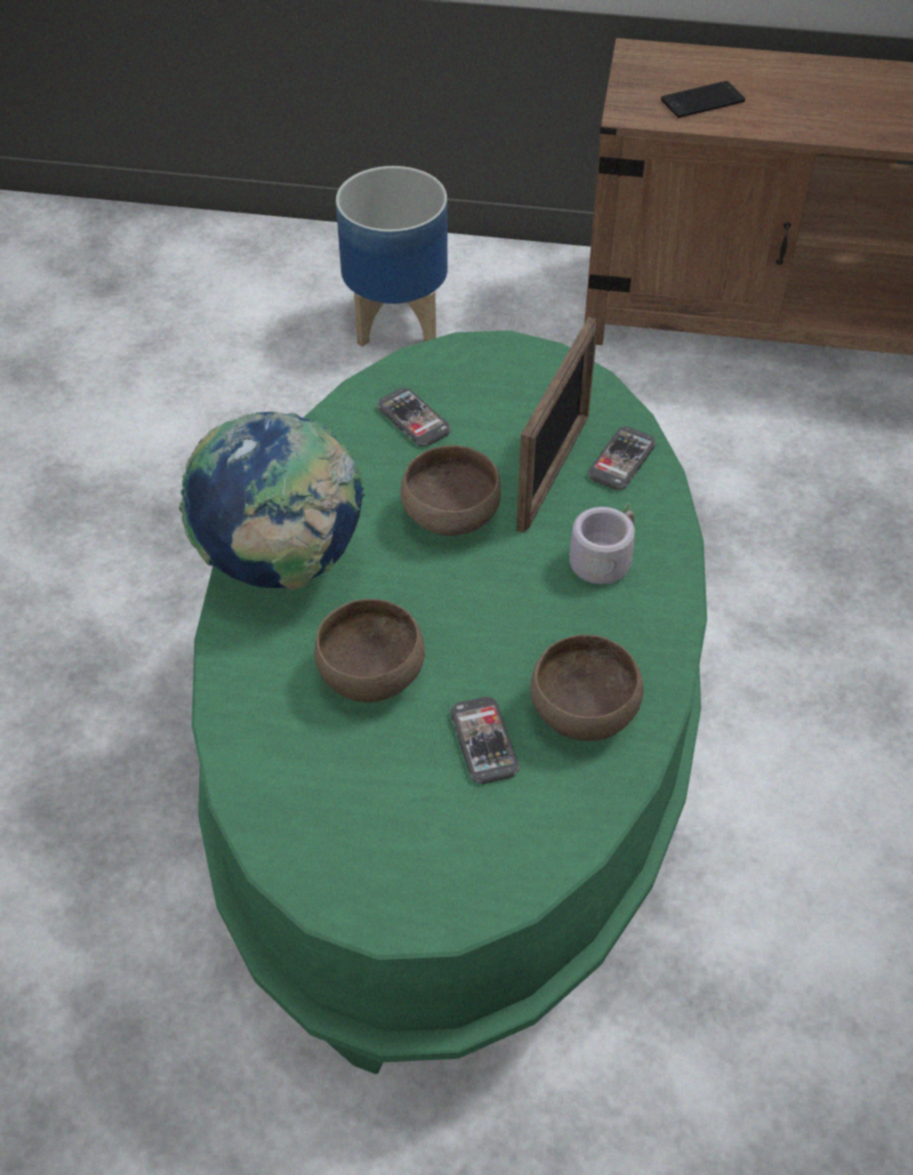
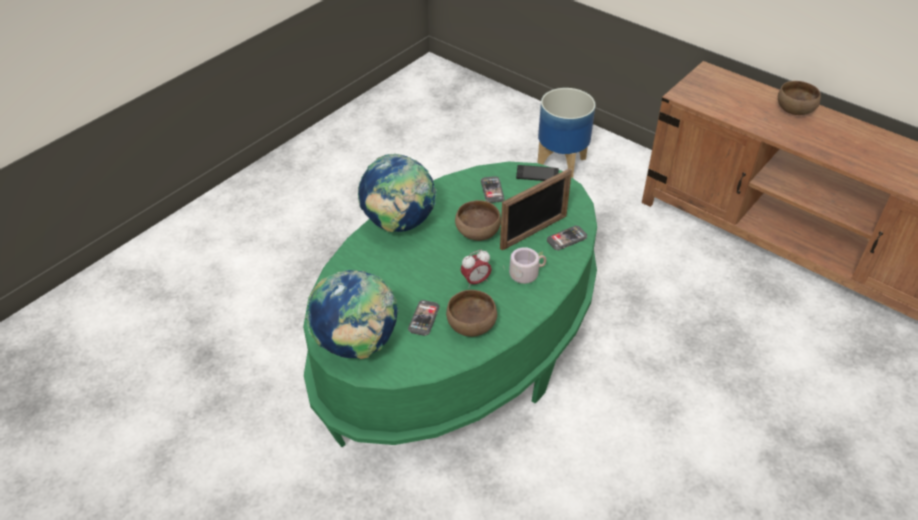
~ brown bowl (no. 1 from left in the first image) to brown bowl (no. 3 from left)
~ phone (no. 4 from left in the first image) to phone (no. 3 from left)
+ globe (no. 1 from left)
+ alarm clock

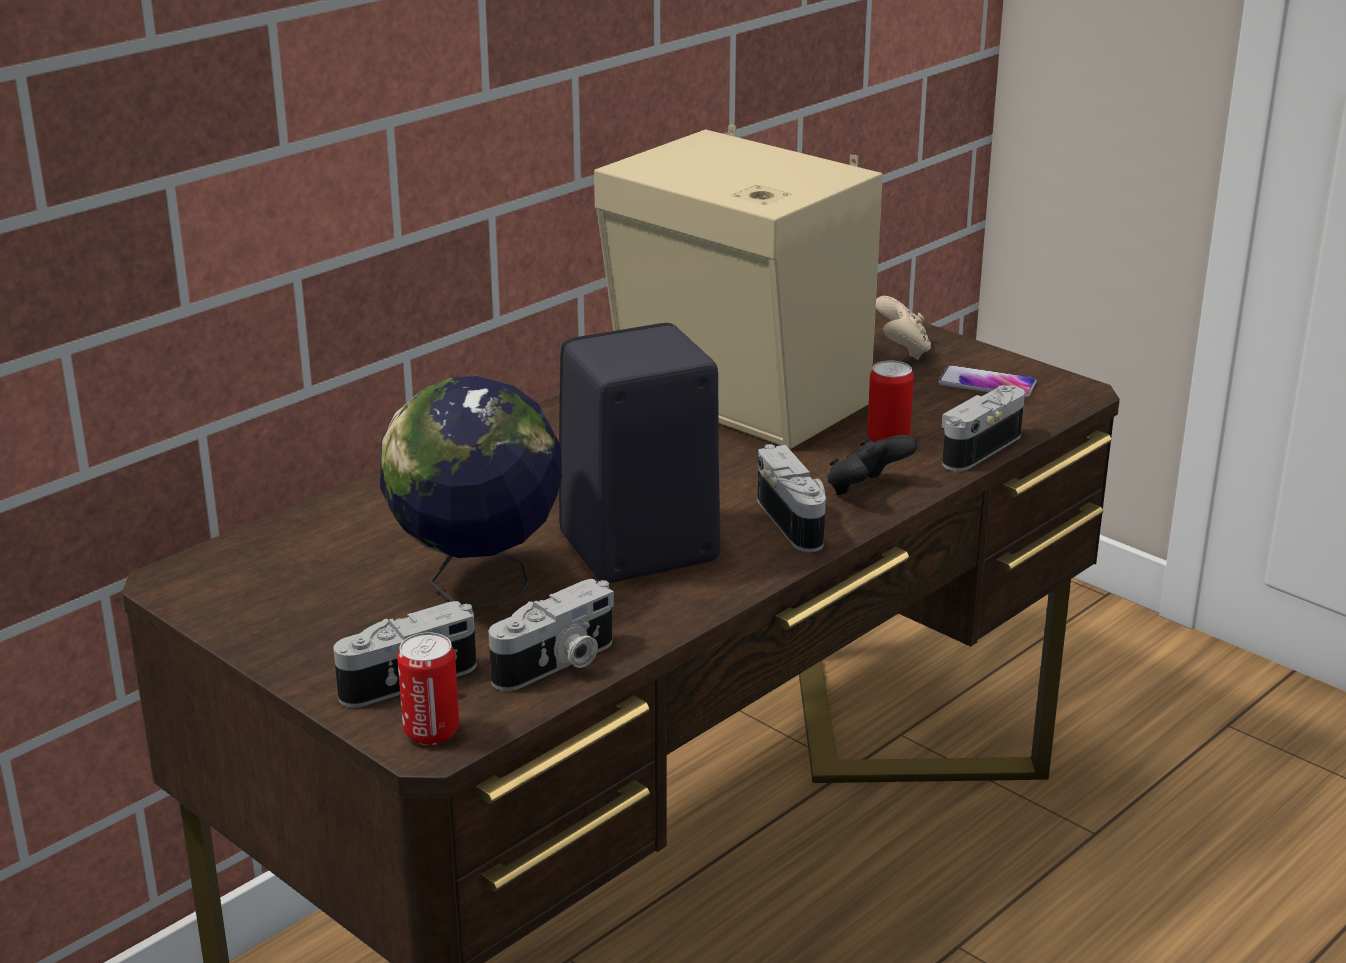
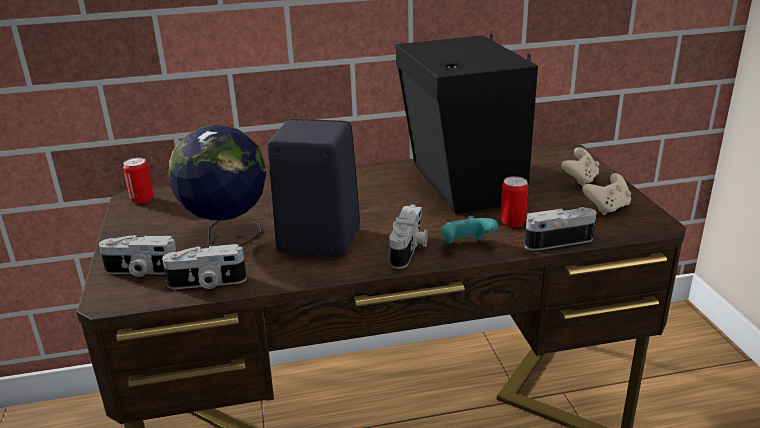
~ can (no. 1 from left)
~ beige speaker to black speaker (no. 2 from left)
~ black game controller to turquoise game controller
~ phone to beige game controller (no. 2 from left)

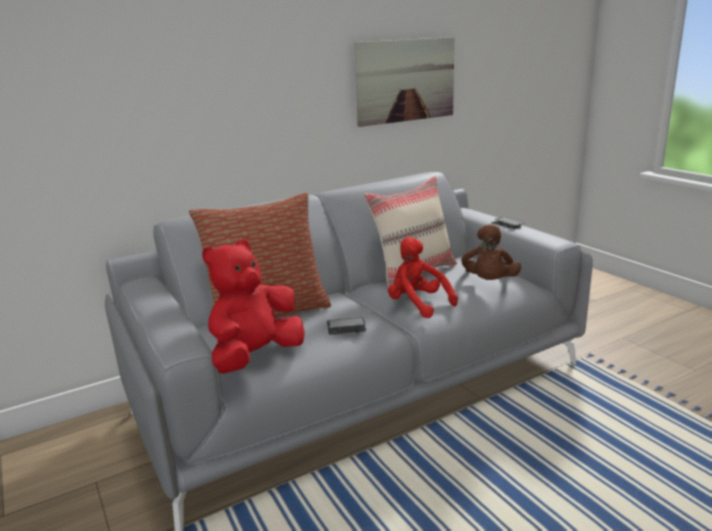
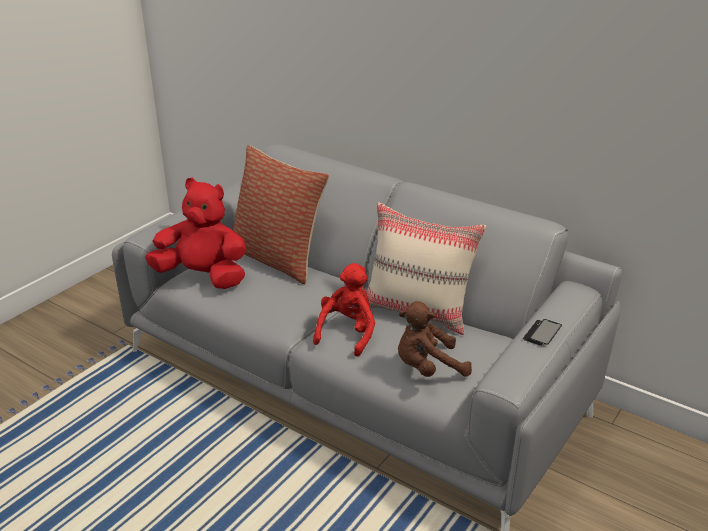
- phone (no. 1 from left)
- picture

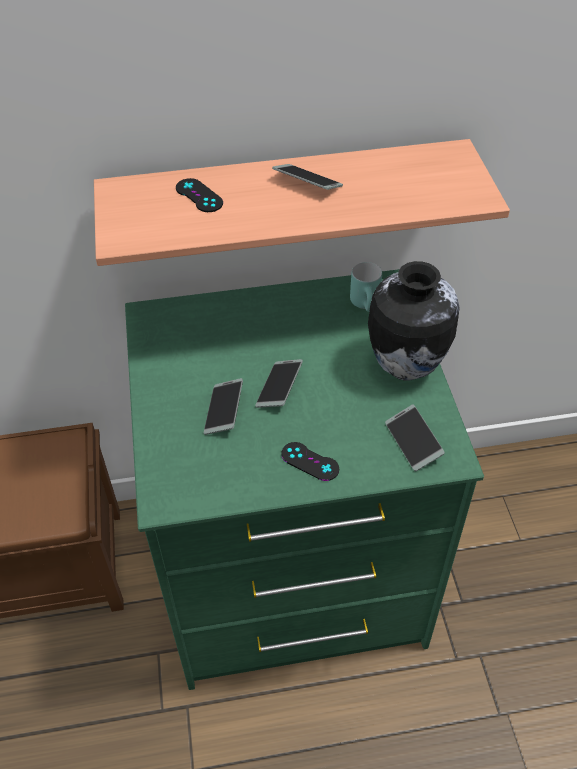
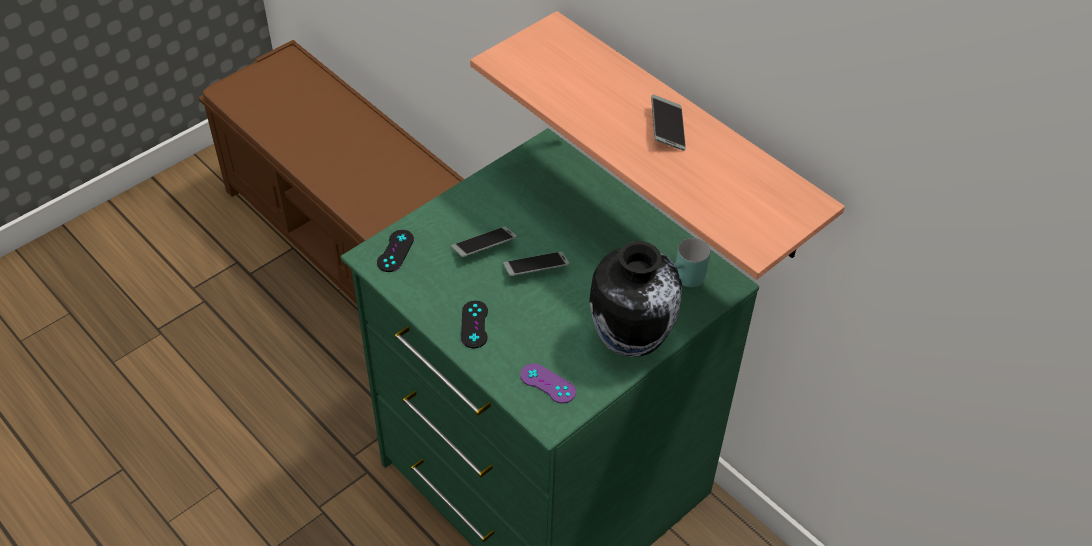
~ black game controller (no. 1 from left)
~ phone (no. 4 from left) to purple game controller

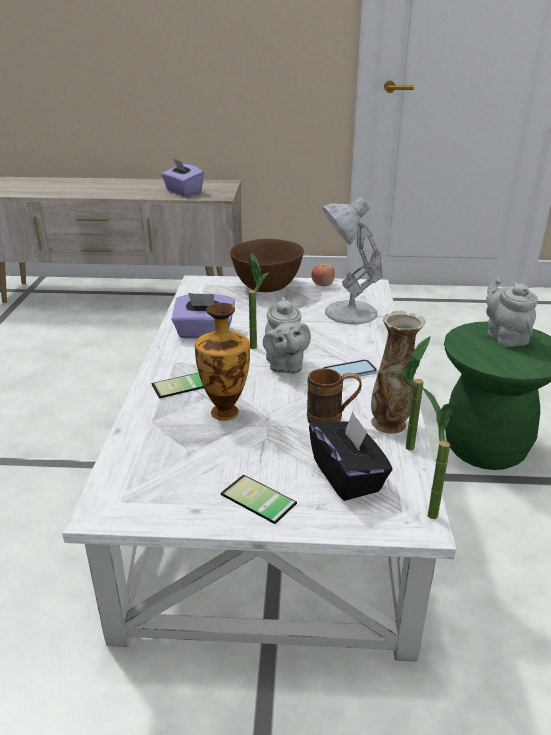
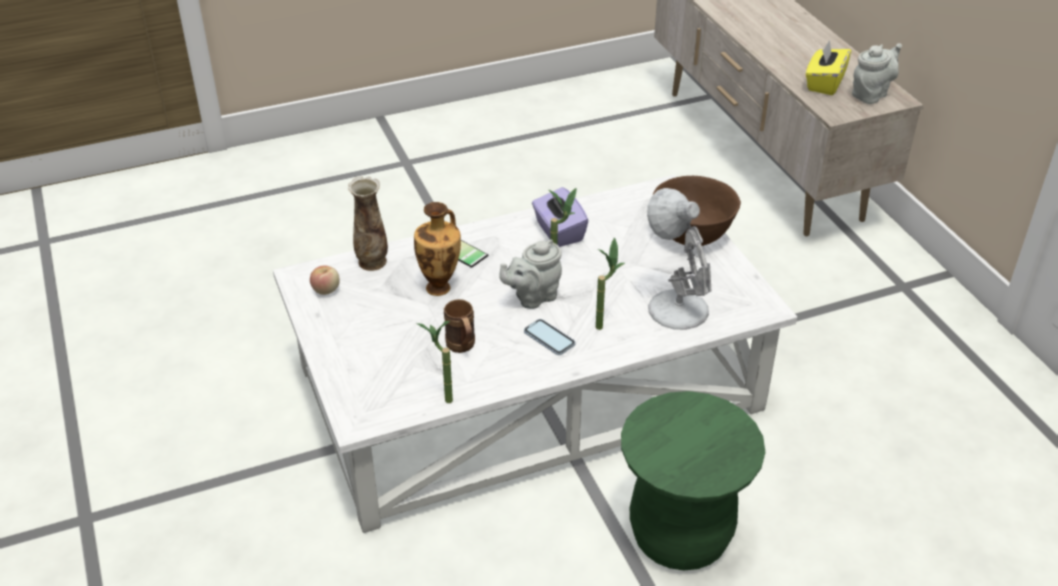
~ purple tissue box (no. 1 from left) to yellow tissue box
- phone (no. 2 from left)
- black tissue box
~ apple
~ vase (no. 2 from left in the first image) to vase (no. 1 from left)
~ potted plant (no. 3 from left)
~ grey teapot (no. 2 from left)

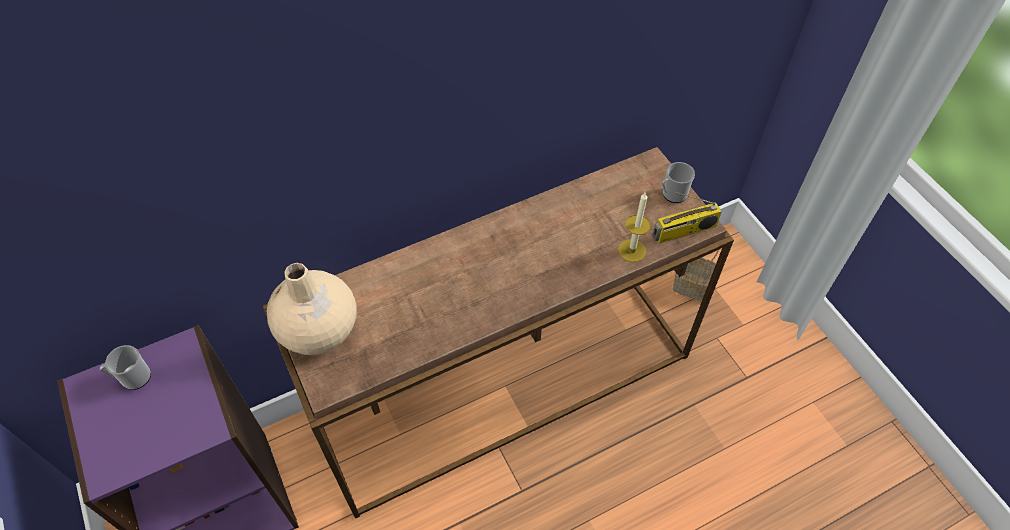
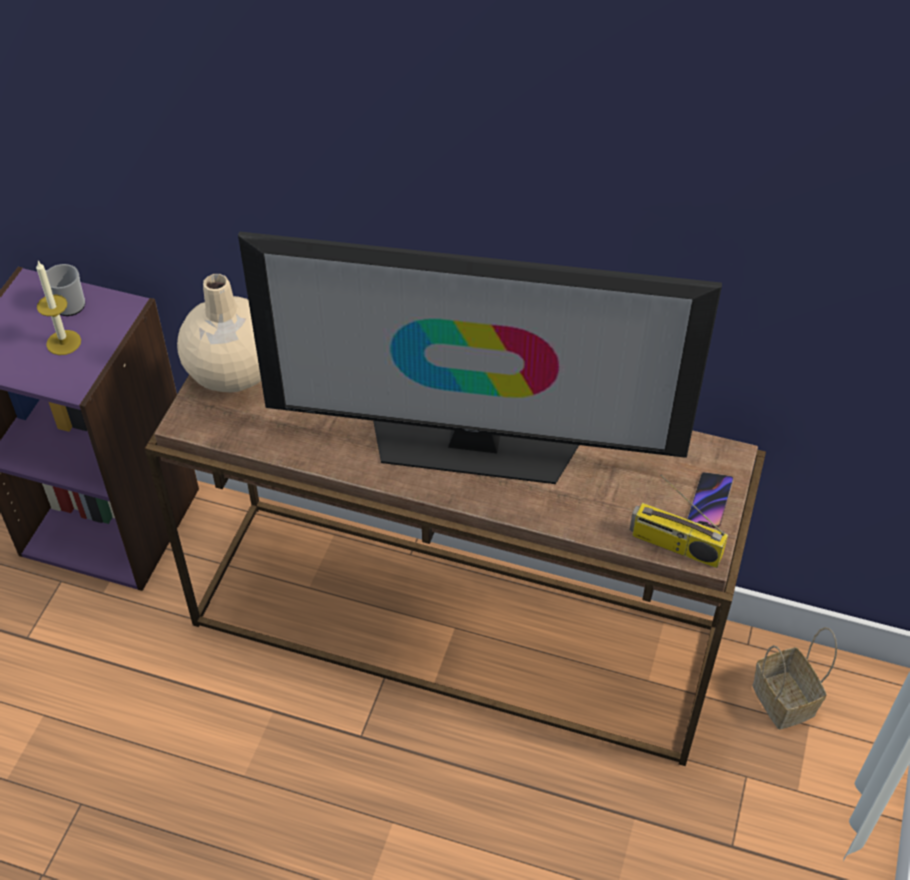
~ candle
~ mug (no. 2 from left) to phone
+ television

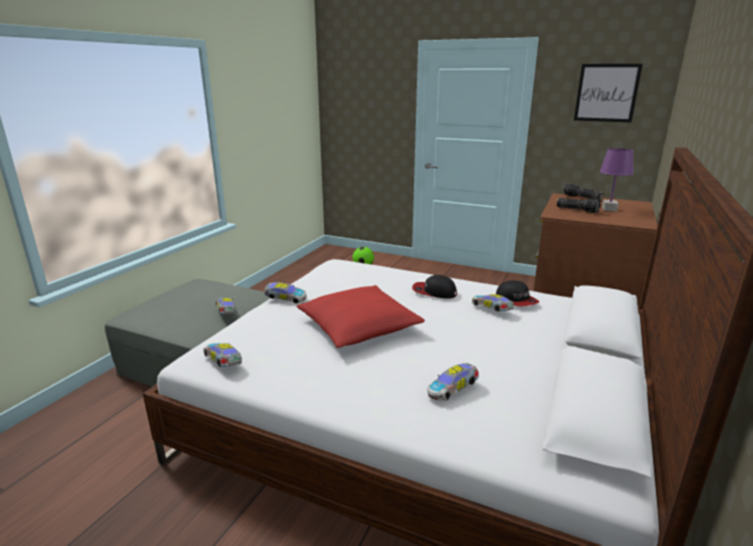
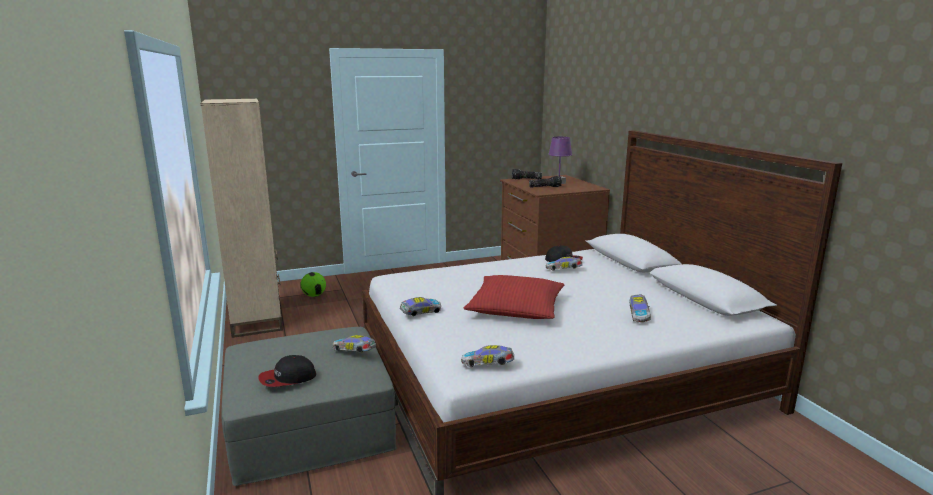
~ cap (no. 1 from left)
- picture
+ beige bookcase

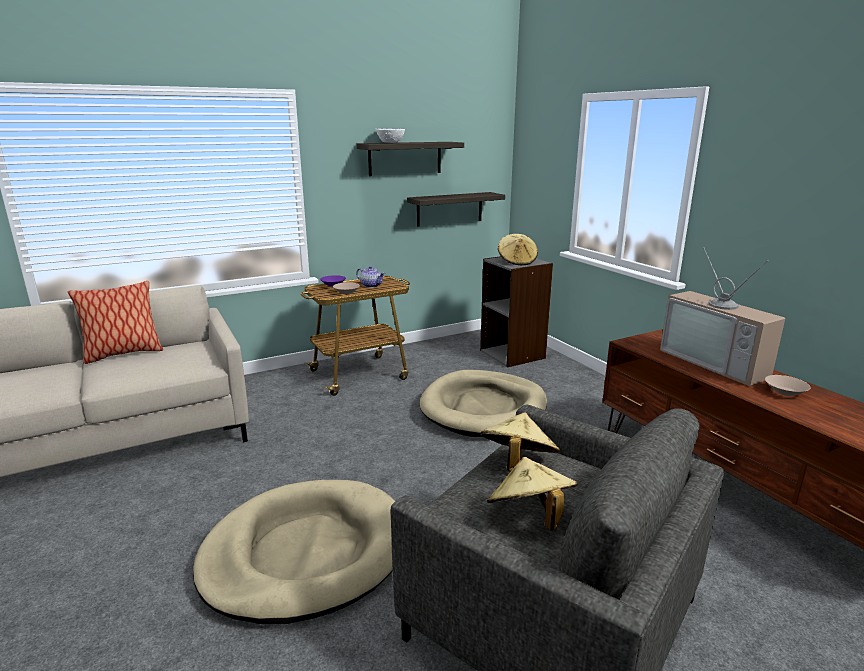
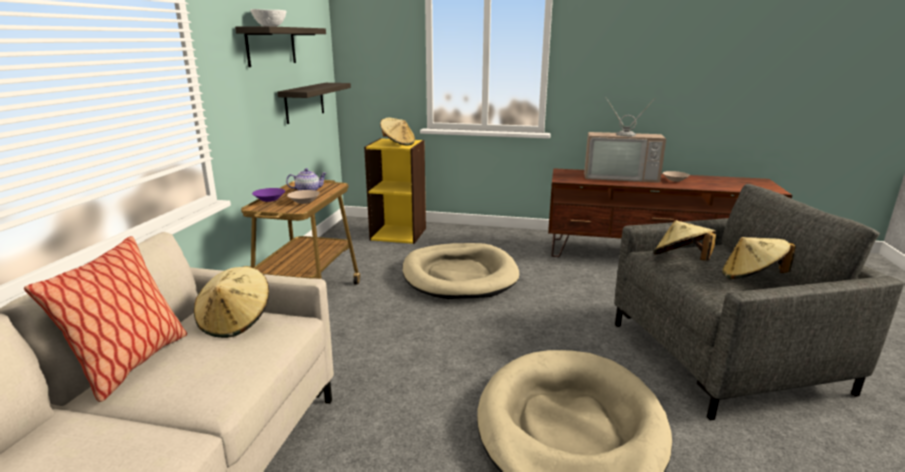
~ grey bookcase to yellow bookcase
+ beige hat (no. 1 from left)

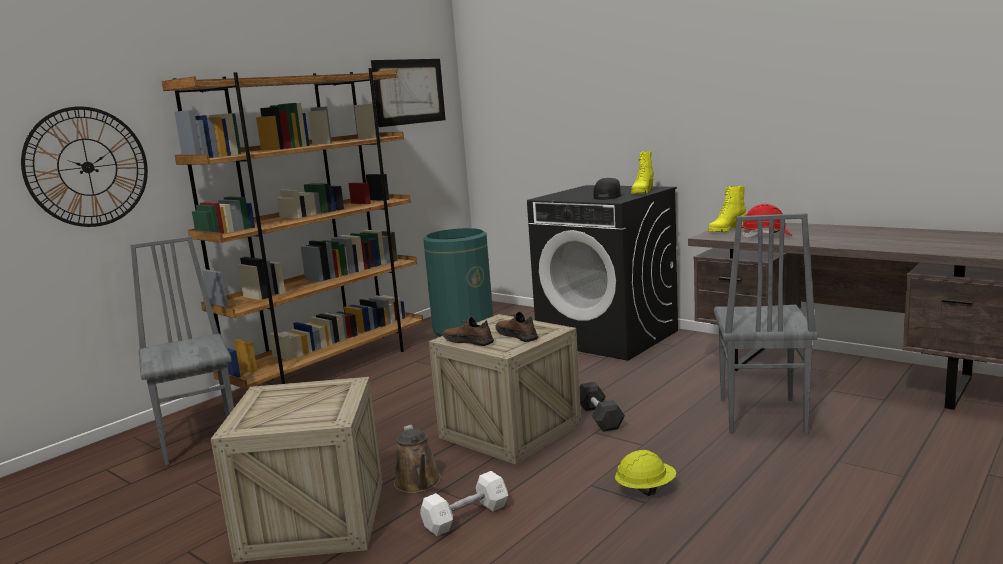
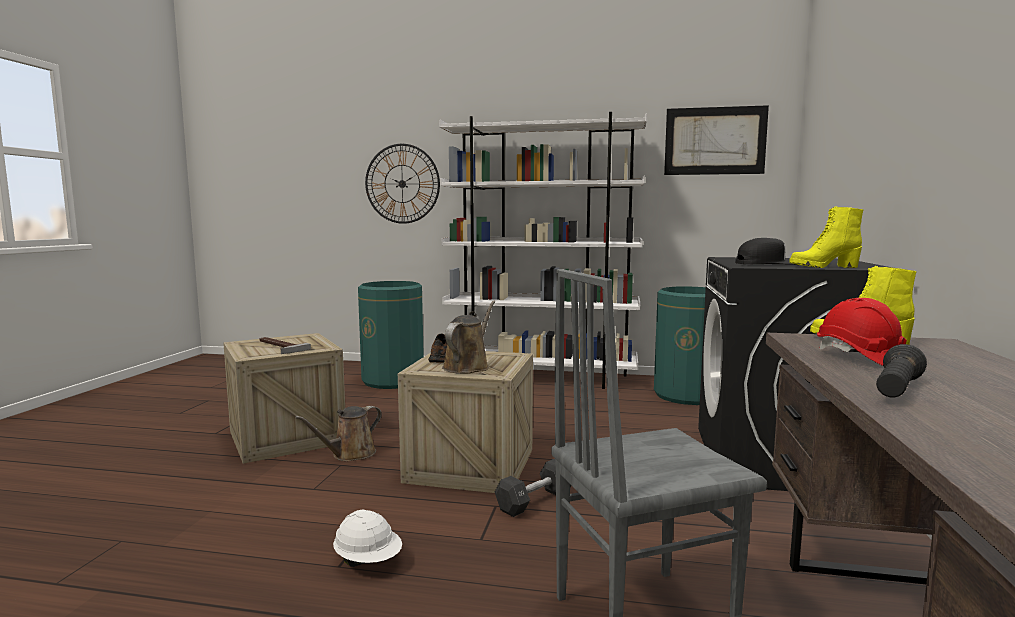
~ grey chair (no. 1 from left) to green trash can (no. 1 from left)
~ brown bookcase to white bookcase
- white dumbbell
~ brown shoe (no. 2 from left) to brown watering can (no. 2 from left)
~ yellow hard hat to white hard hat
+ hammer
+ black flashlight

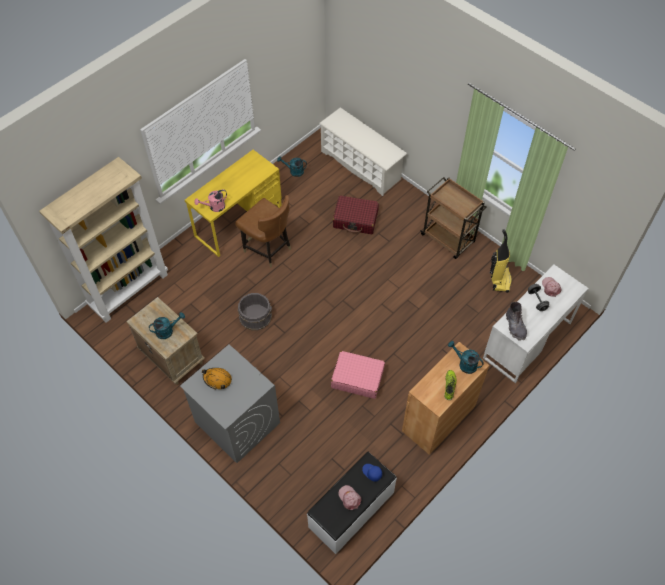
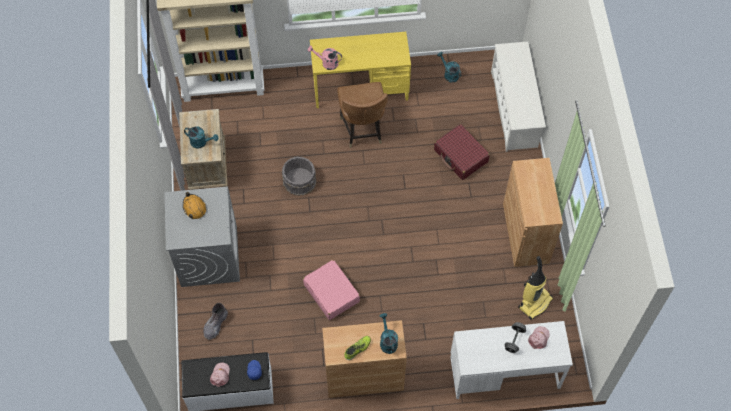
~ brown cart to brown cabinet (no. 2 from left)
~ grey boot

